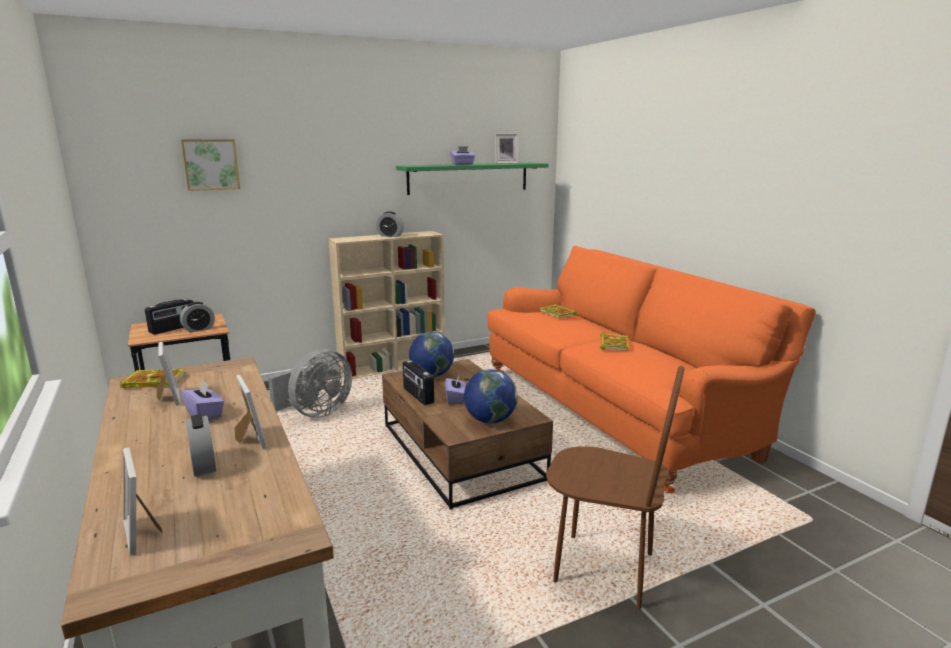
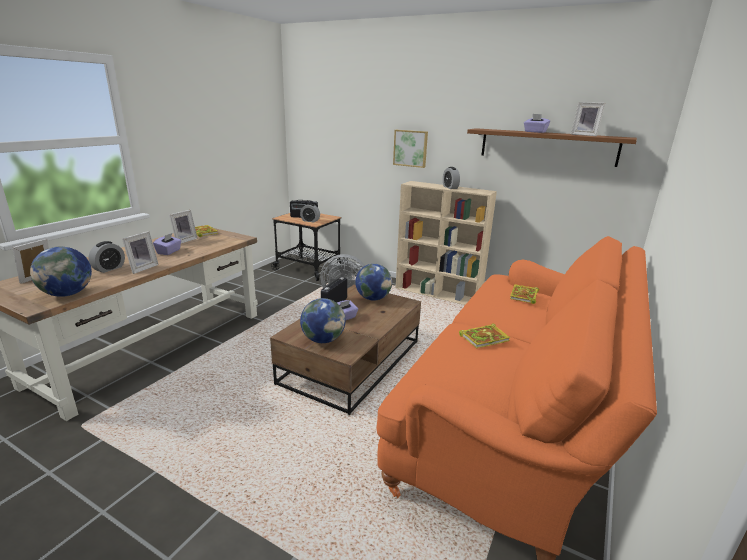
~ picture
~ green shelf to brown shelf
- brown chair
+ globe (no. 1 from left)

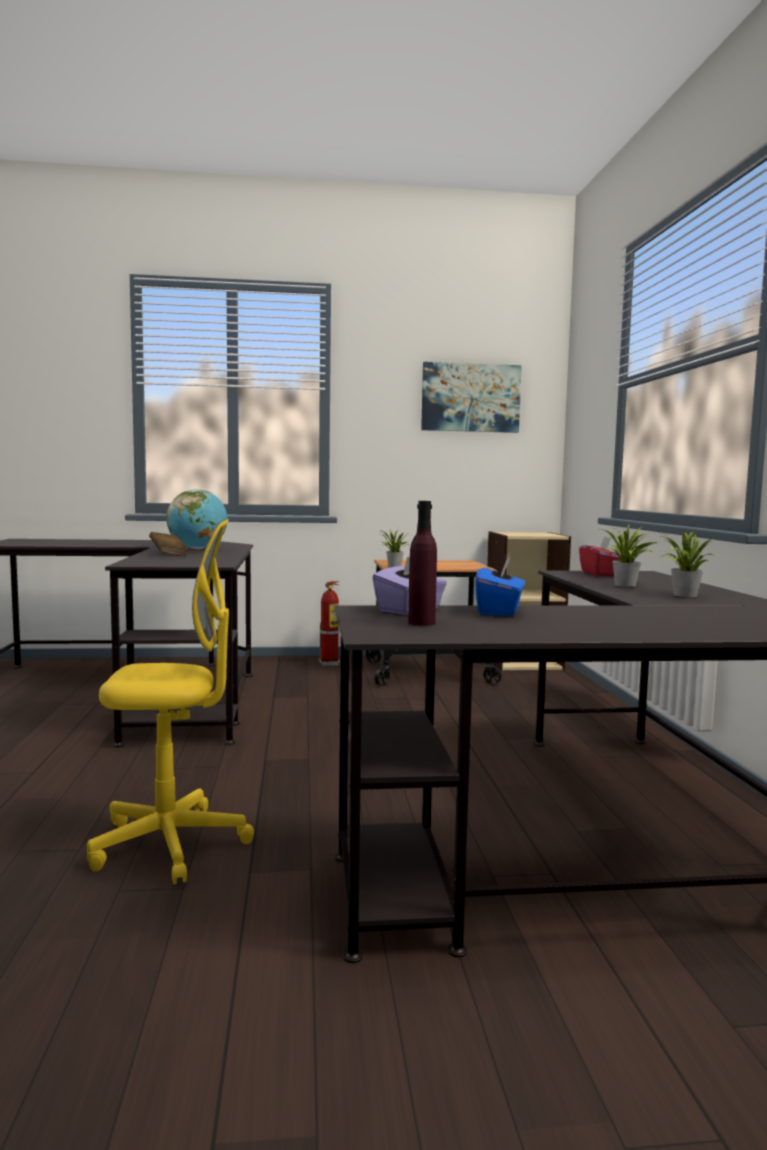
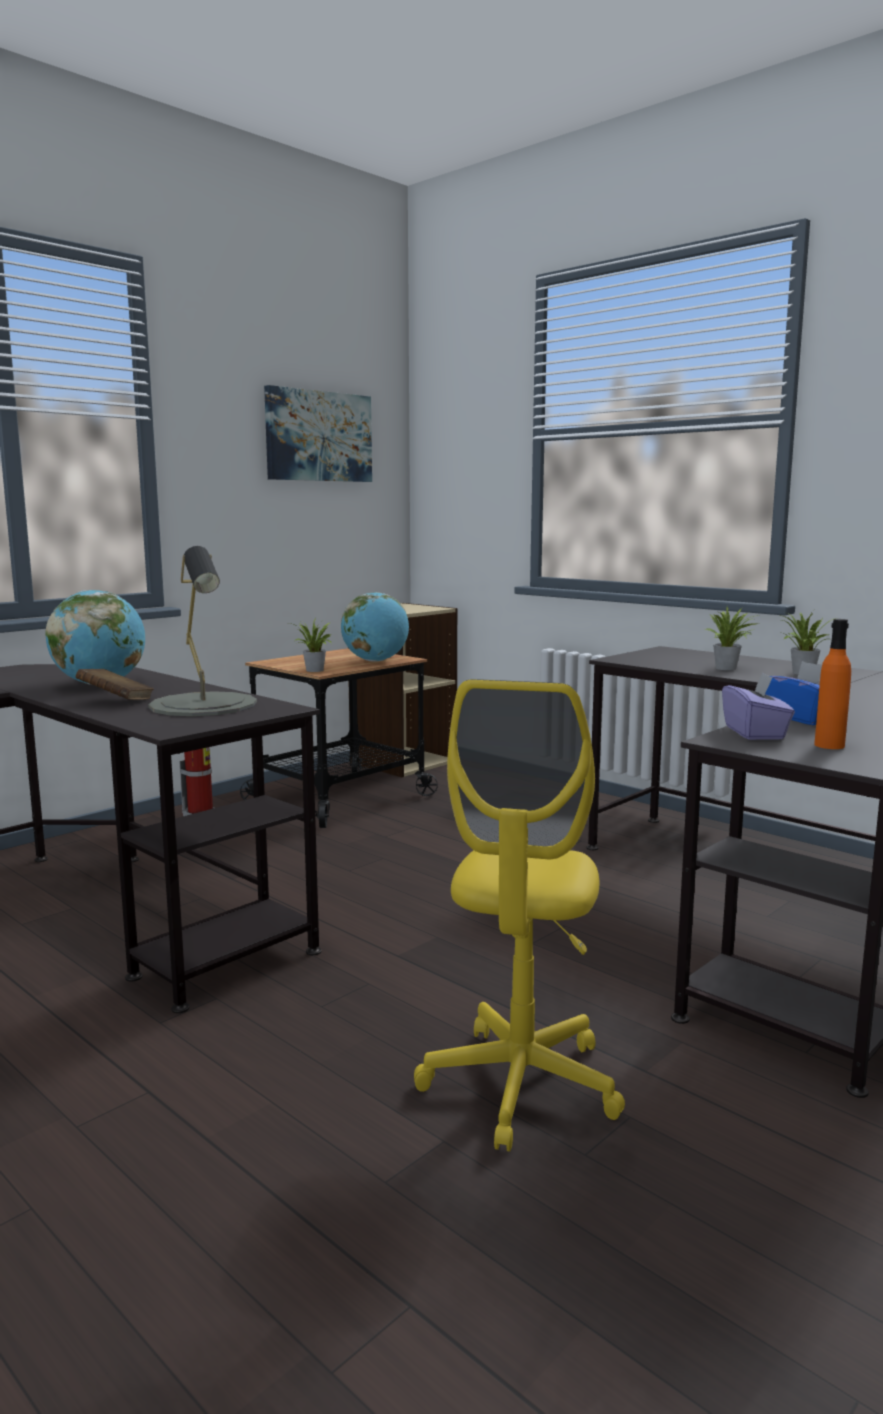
~ yellow office chair 150 degrees clockwise
~ purple bottle to orange bottle
- red tissue box
+ grey table lamp
+ globe (no. 2 from left)

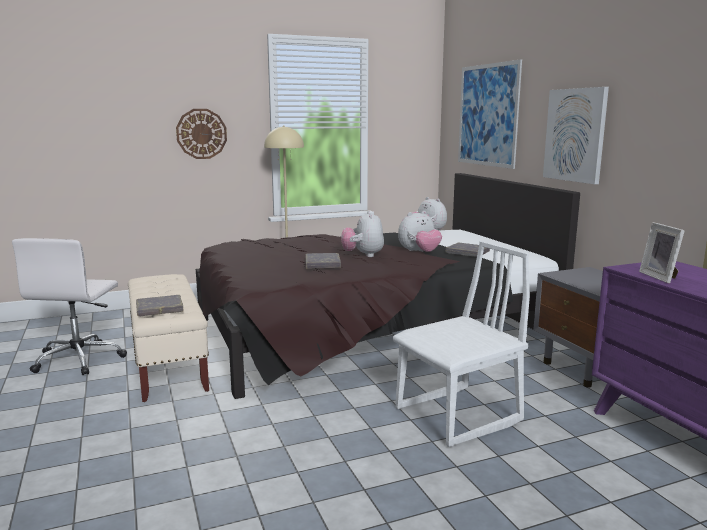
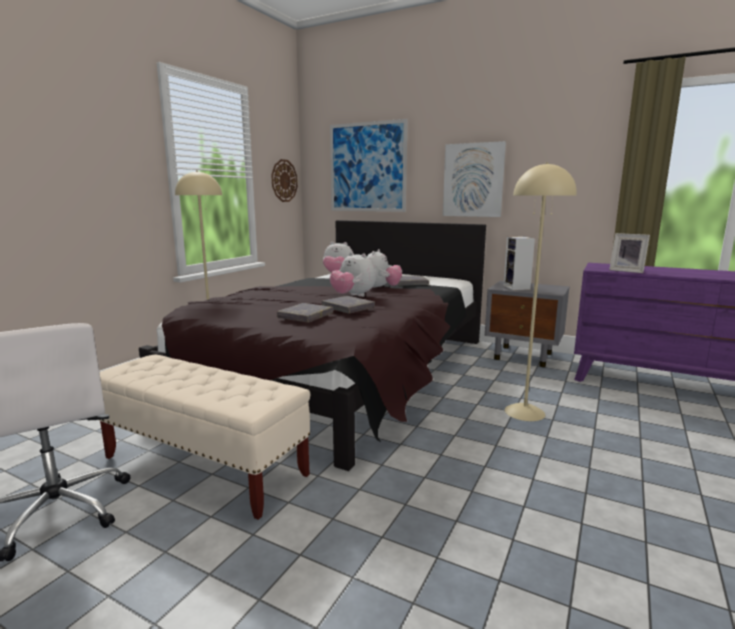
~ grey book (no. 1 from left)
~ wall clock
~ white chair to beige floor lamp (no. 2 from left)
+ speaker

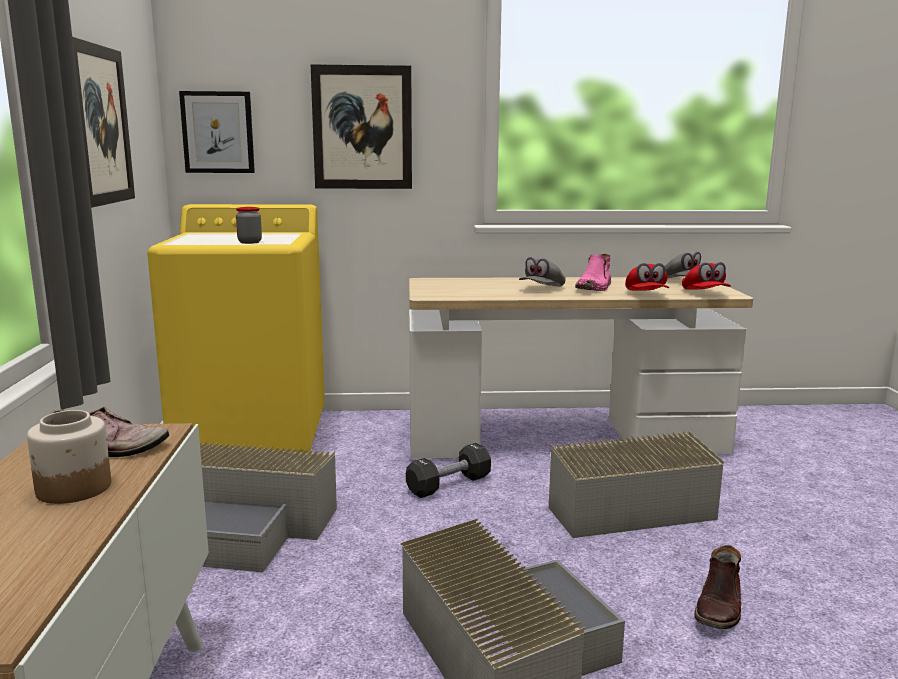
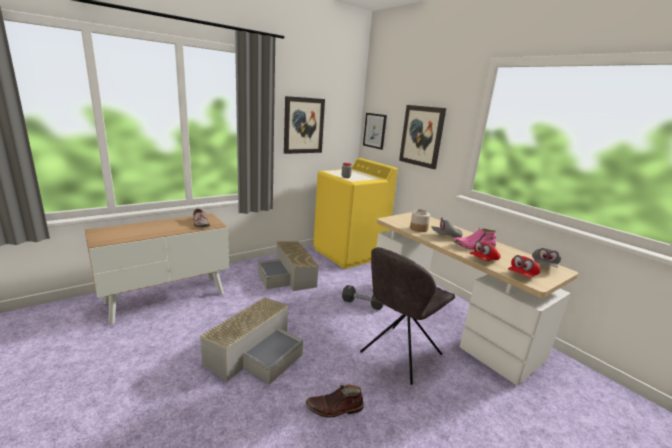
~ jar (no. 1 from left in the first image) to jar (no. 2 from left)
~ grey storage box (no. 3 from left) to grey chair

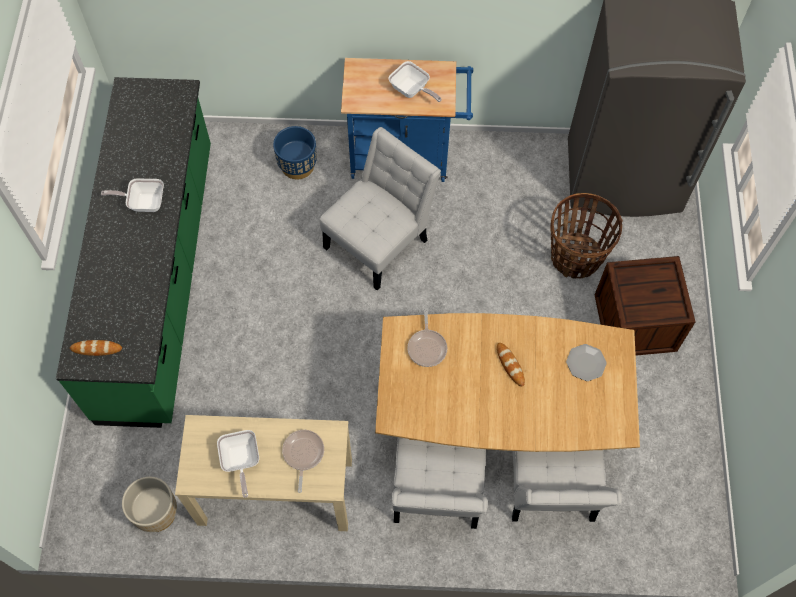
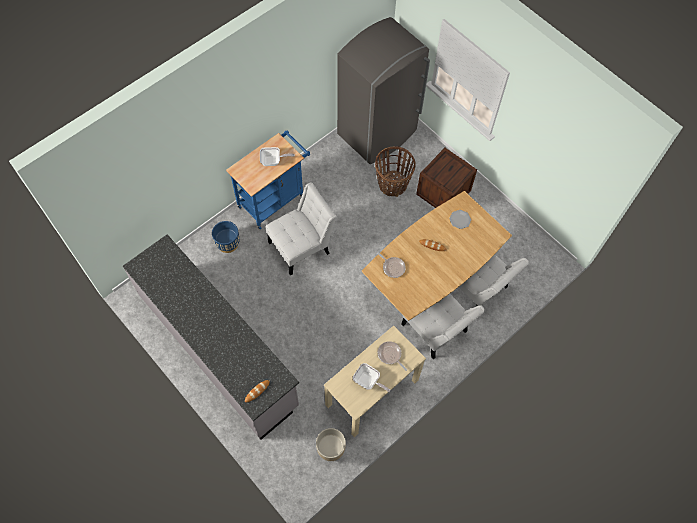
~ green counter to grey counter
- frying pan (no. 1 from left)
~ white chair (no. 1 from left) 60 degrees clockwise

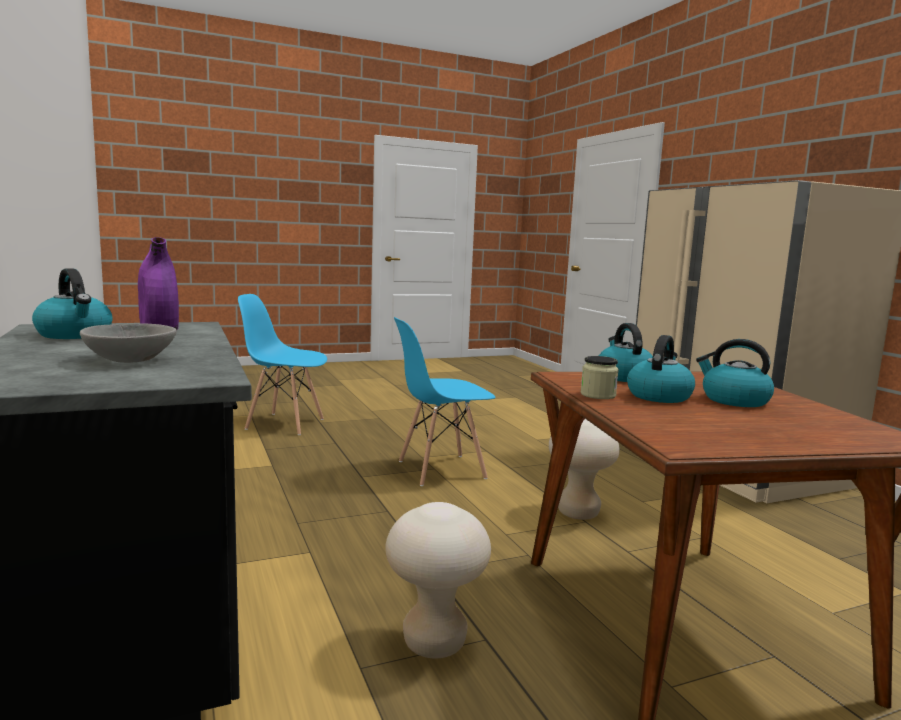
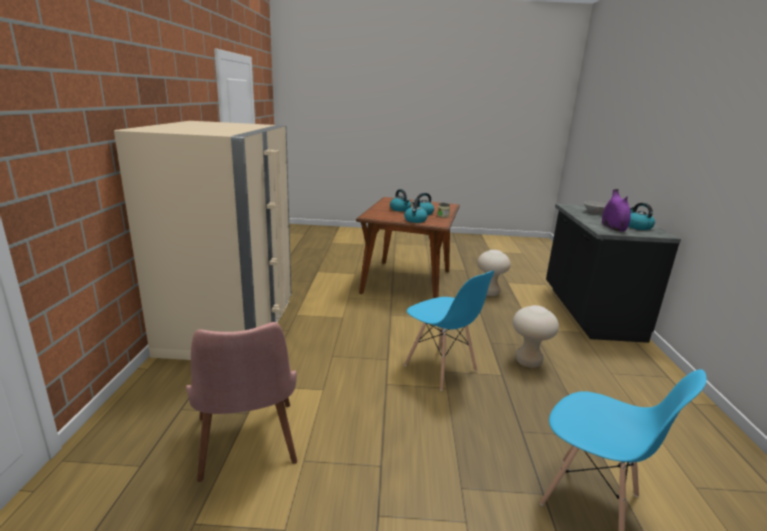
~ blue chair (no. 2 from left in the first image) 45 degrees clockwise
~ beige stool (no. 2 from left)
+ pink chair

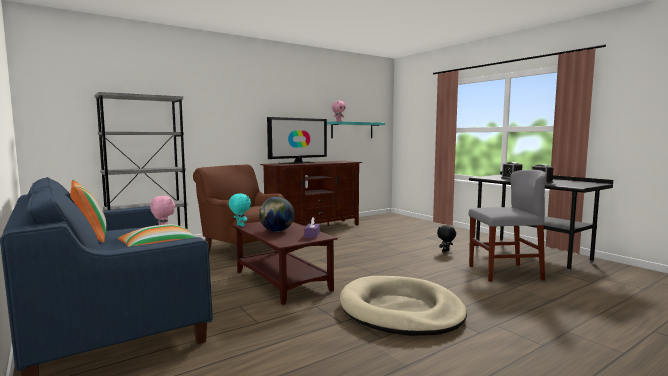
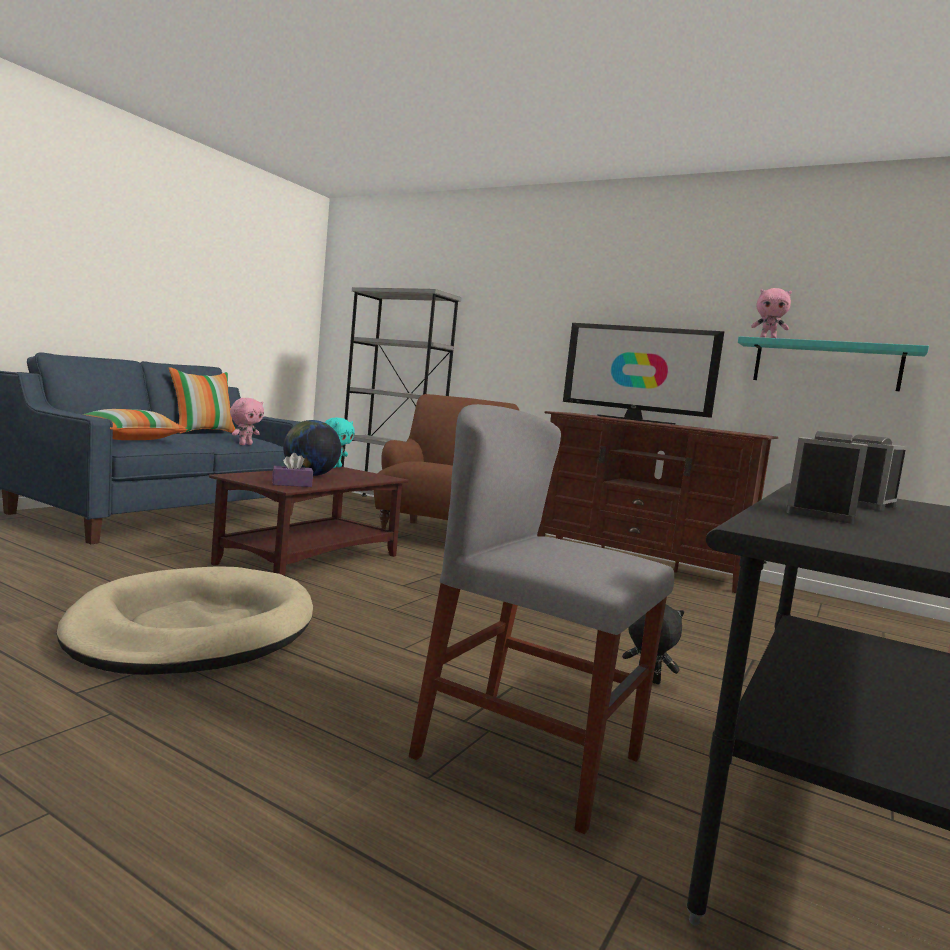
~ grey chair 150 degrees clockwise

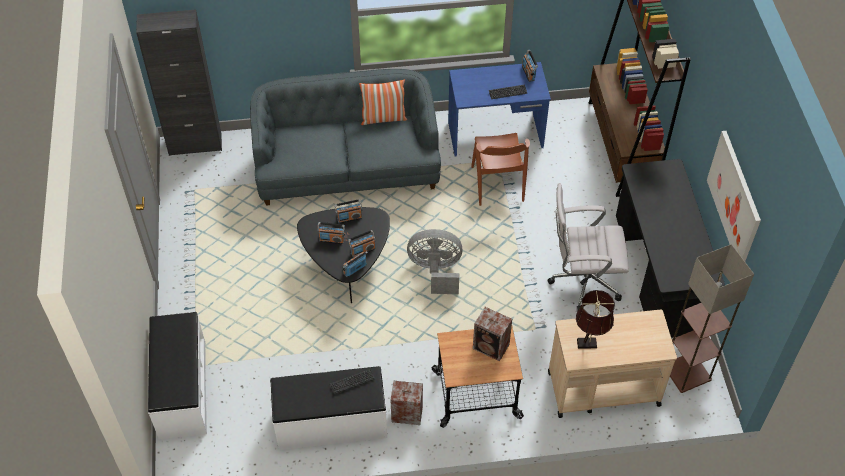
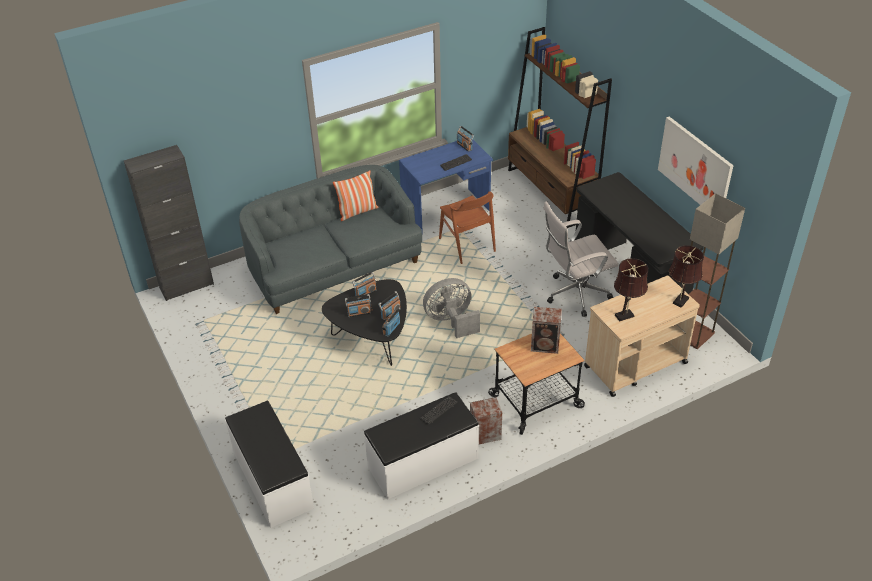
+ brown table lamp (no. 2 from left)

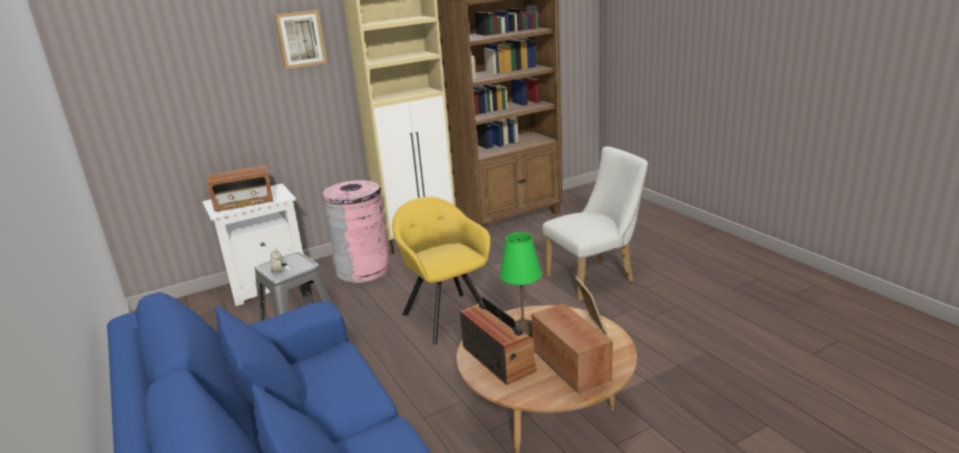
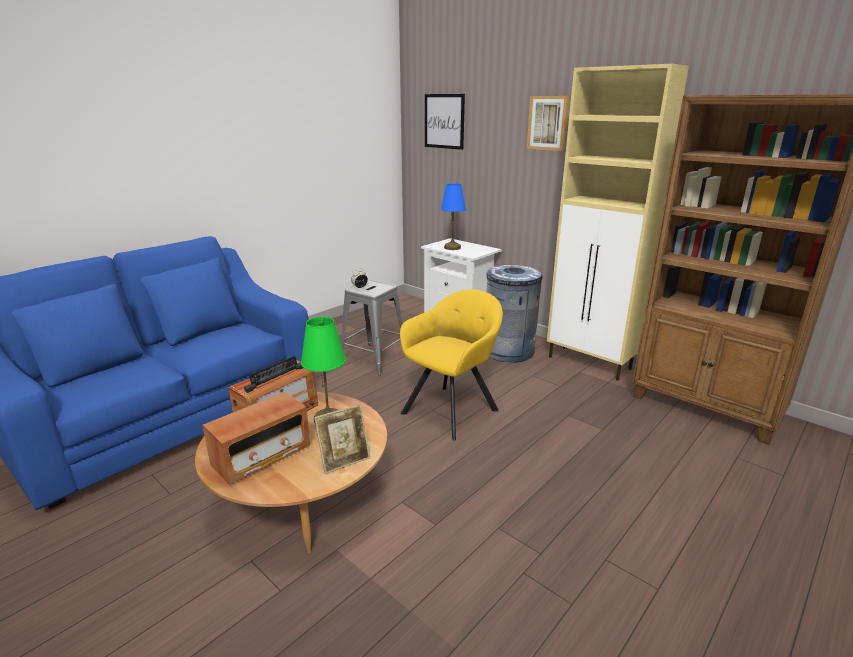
~ radio (no. 1 from left) to blue table lamp
~ pink trash can to grey trash can
- white chair
+ picture (no. 1 from left)

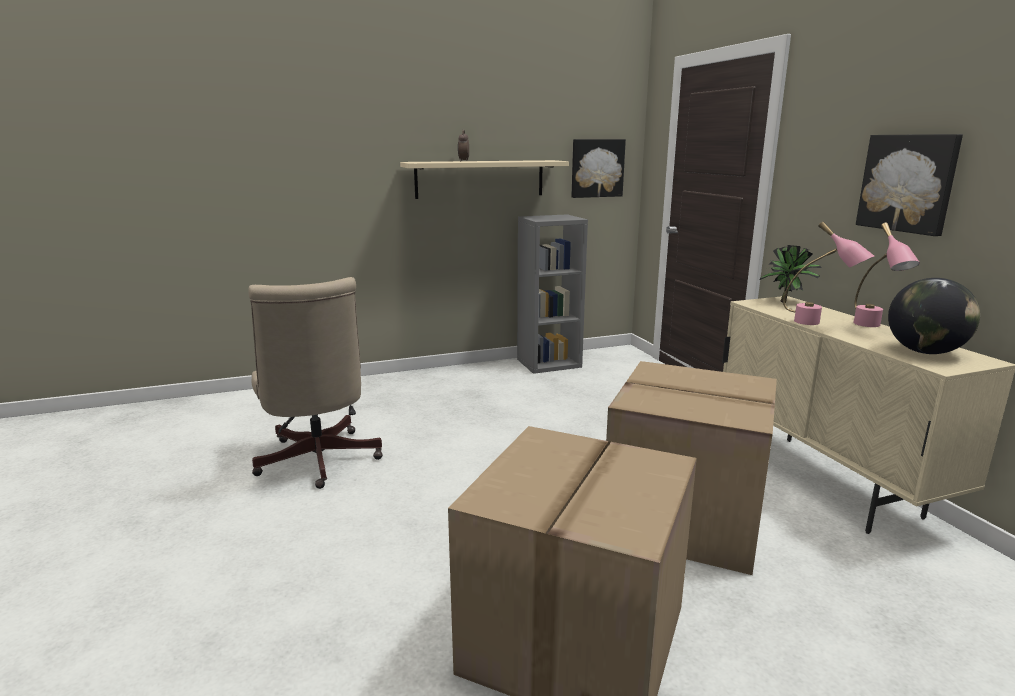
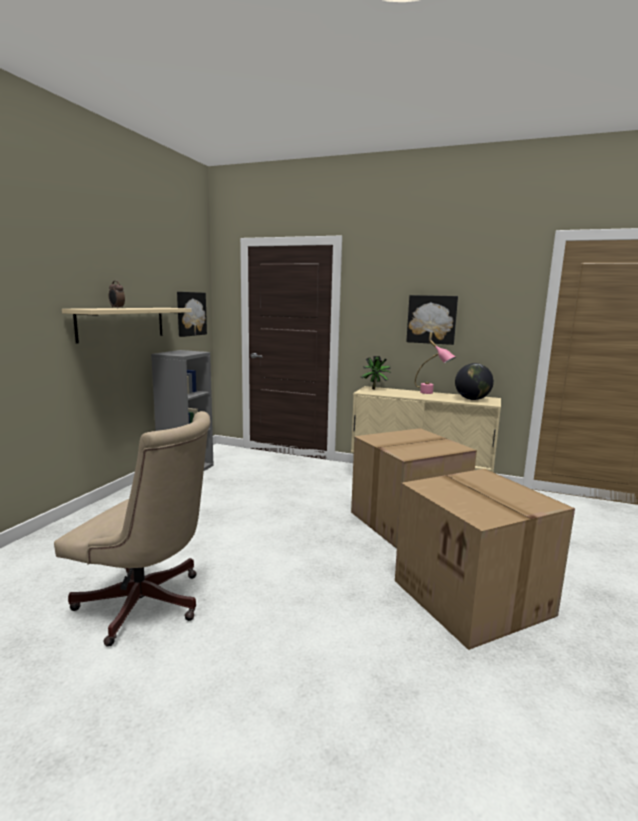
- pink table lamp (no. 1 from left)

